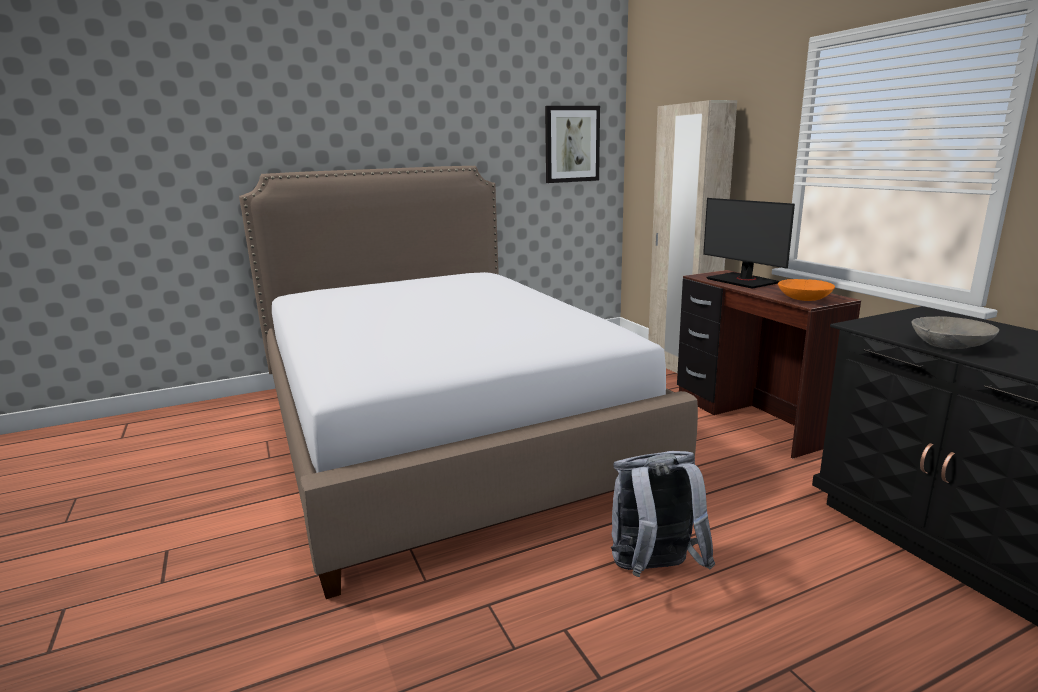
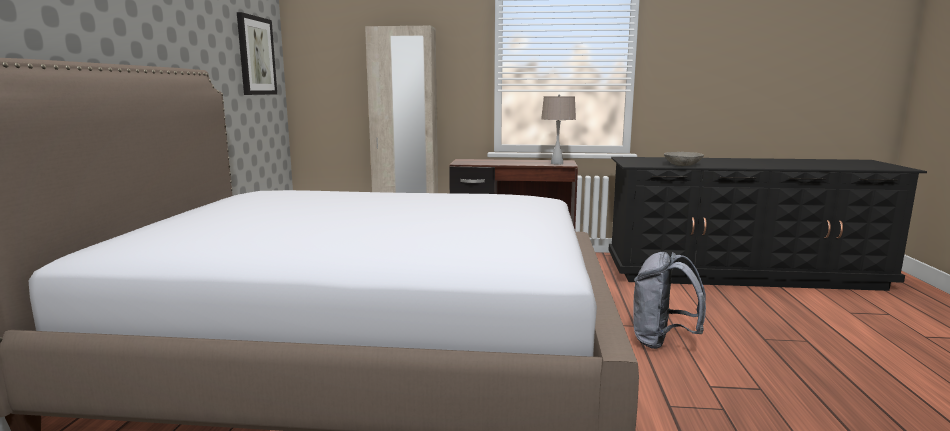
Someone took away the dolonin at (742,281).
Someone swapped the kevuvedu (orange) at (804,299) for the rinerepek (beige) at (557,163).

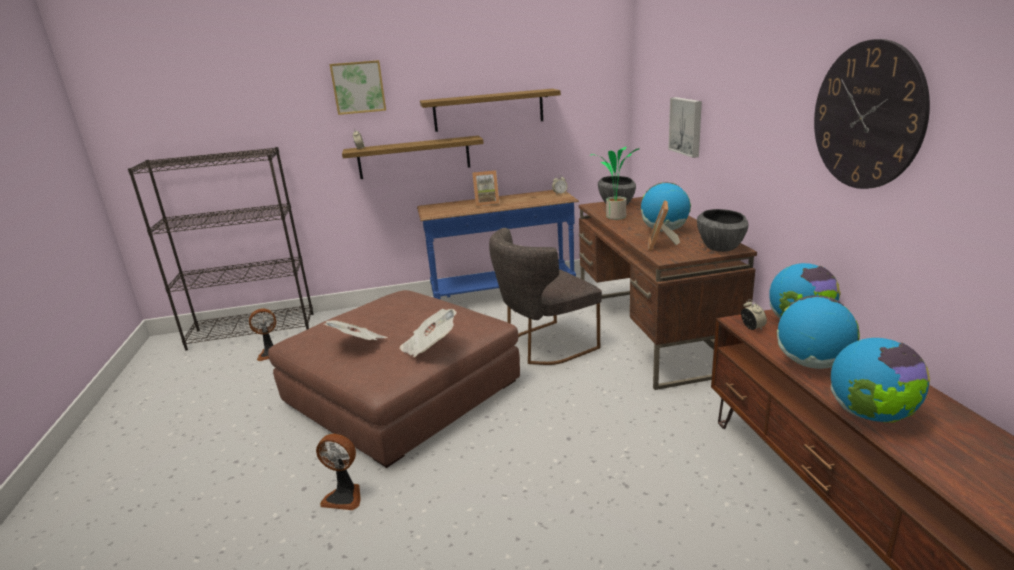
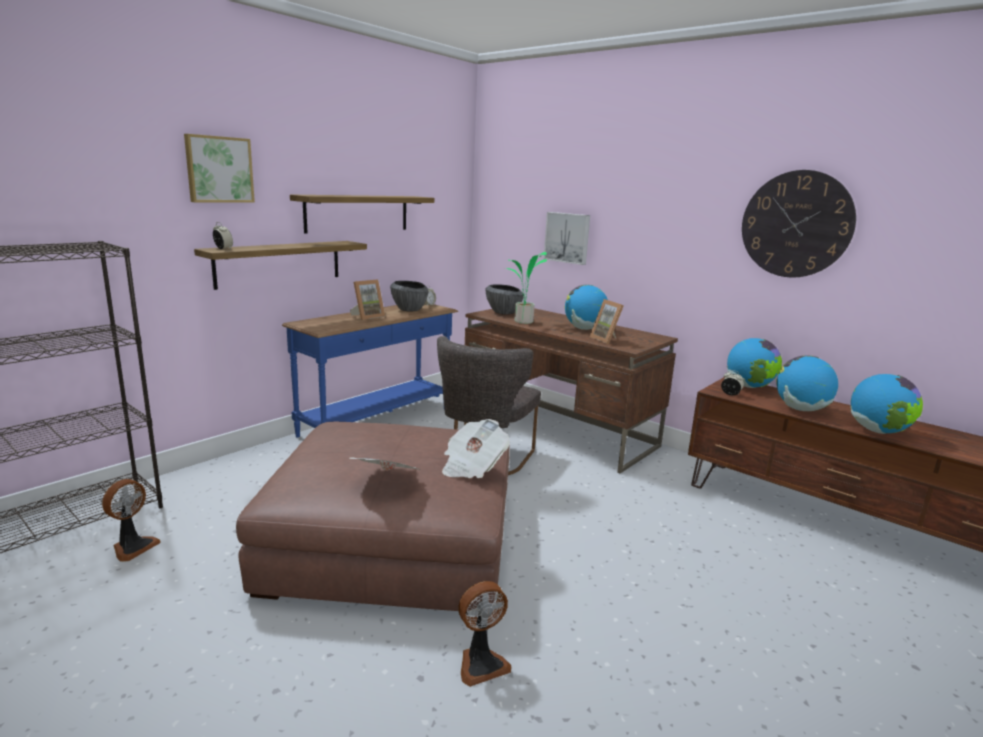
Someone carried the kevuvedu from (720,248) to (409,310).

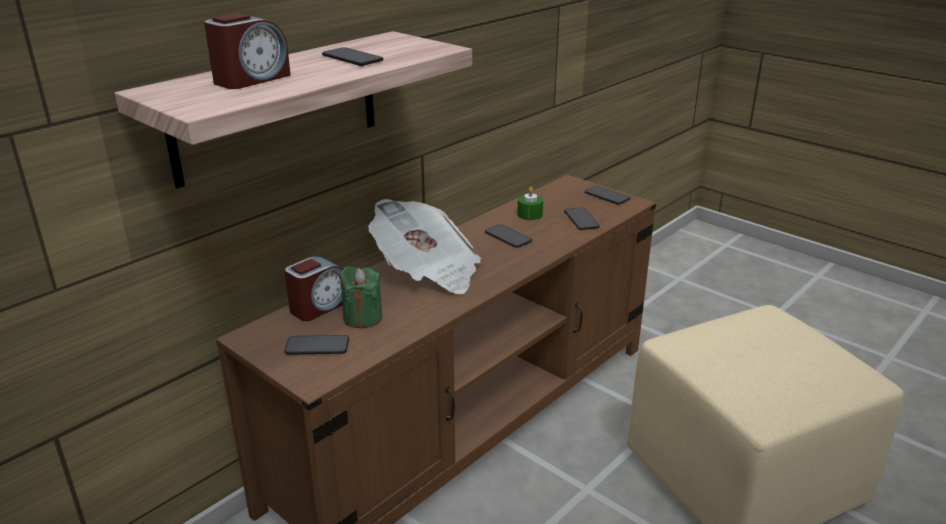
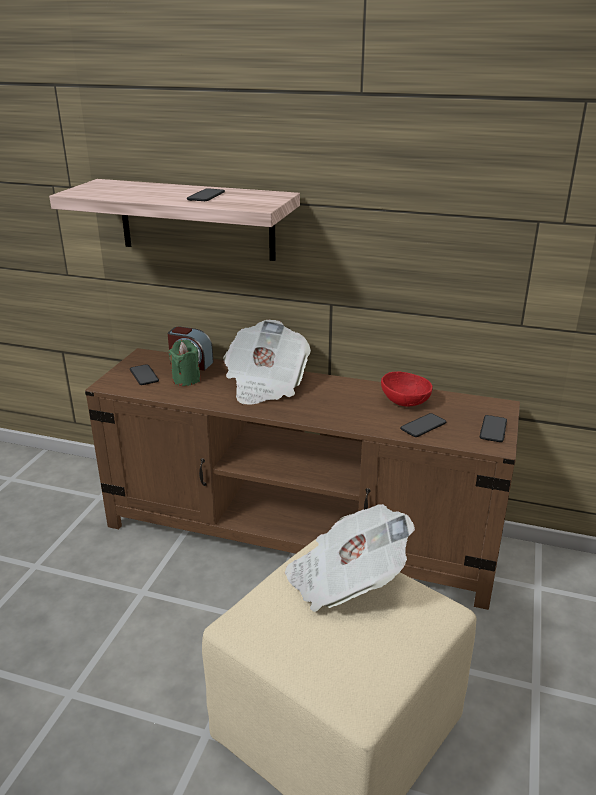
Someone took away the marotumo at (251,79).
Someone took away the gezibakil at (508,237).
Someone put down the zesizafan at (345,580).
Someone swapped the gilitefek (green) at (530,214) for the kevuvedu (red) at (405,401).

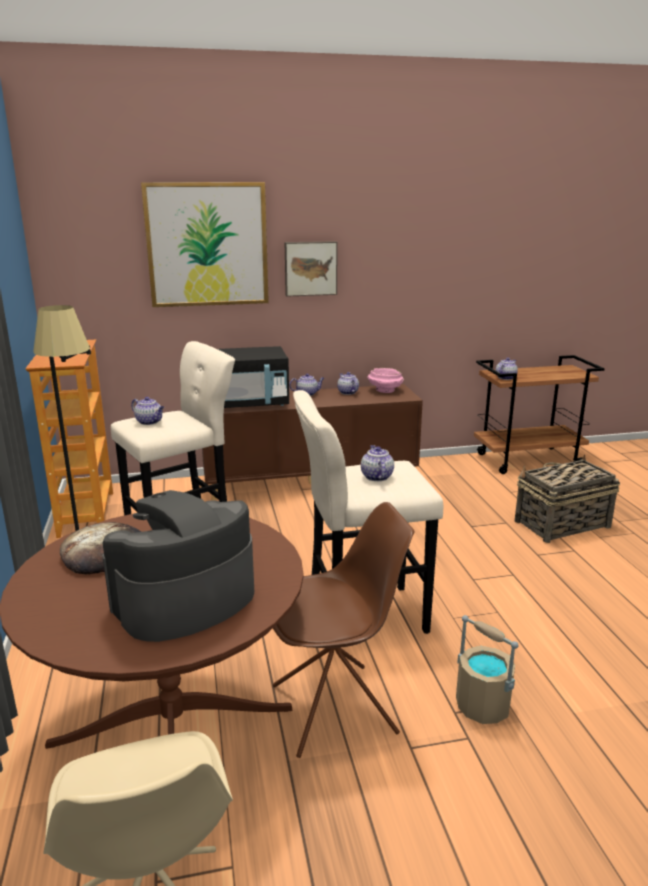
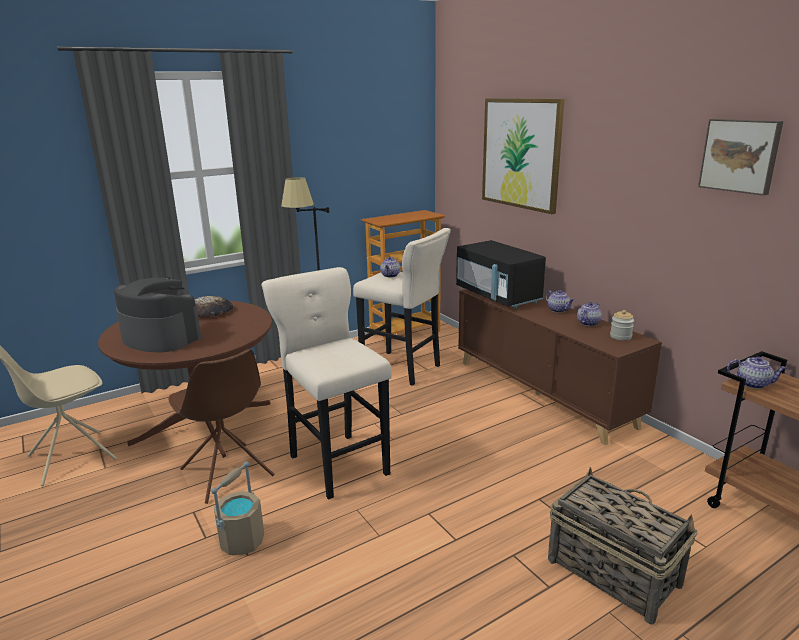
Someone took away the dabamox at (376,476).
Someone carried the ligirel from (310,268) to (740,155).
Someone swapped the kevuvedu (pink) at (384,390) for the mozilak at (620,336).

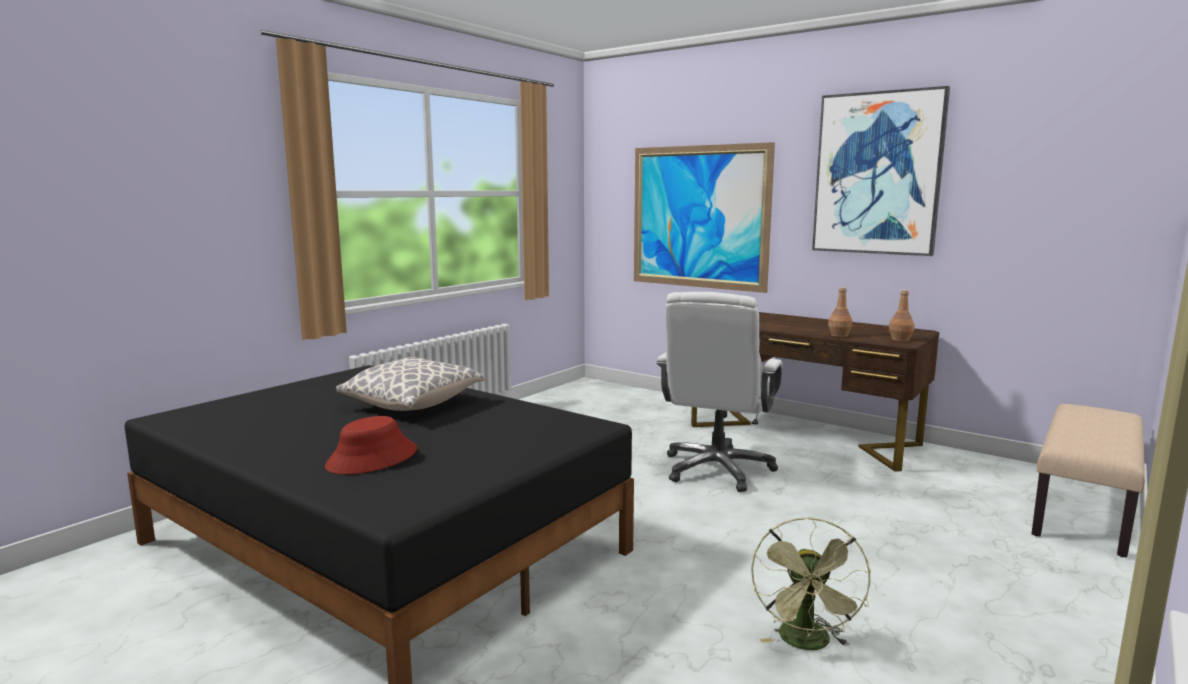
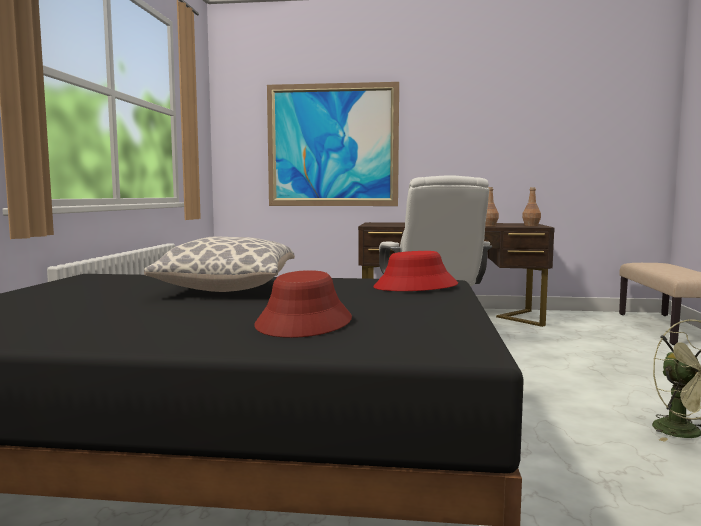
Someone took away the ligirel at (877,174).
Someone put down the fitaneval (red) at (415,287).

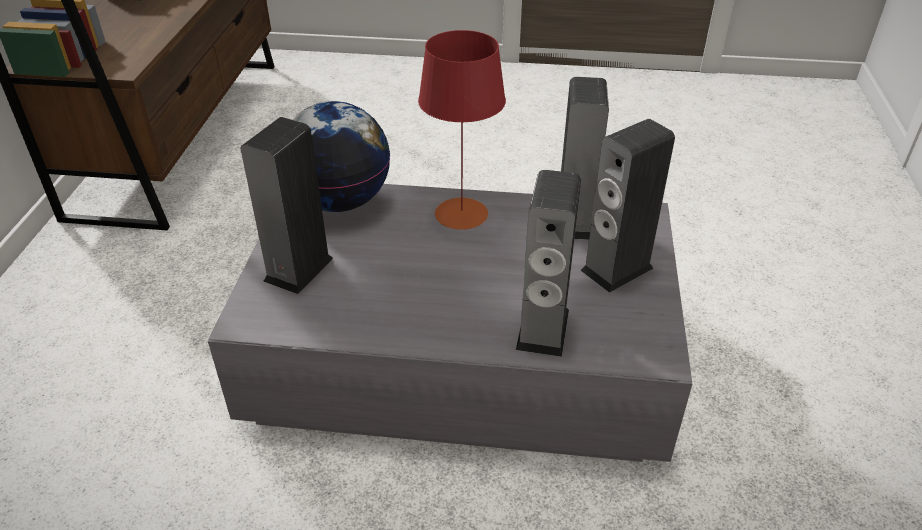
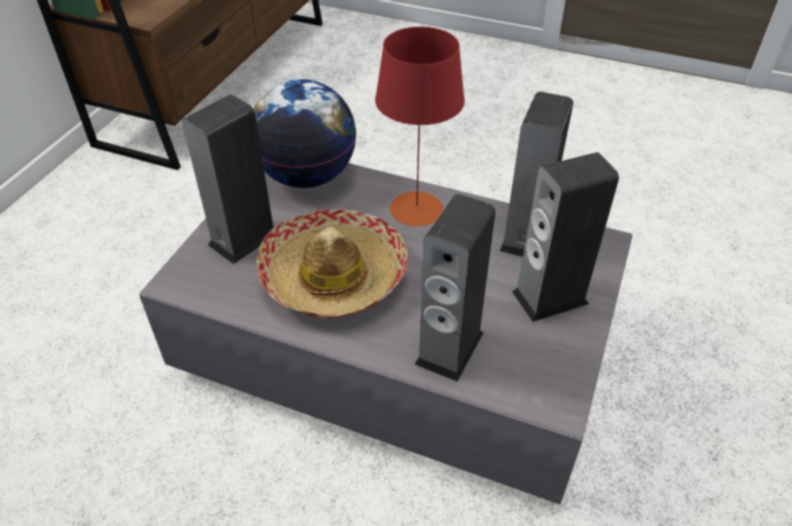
Someone put down the fitaneval at (334,275).

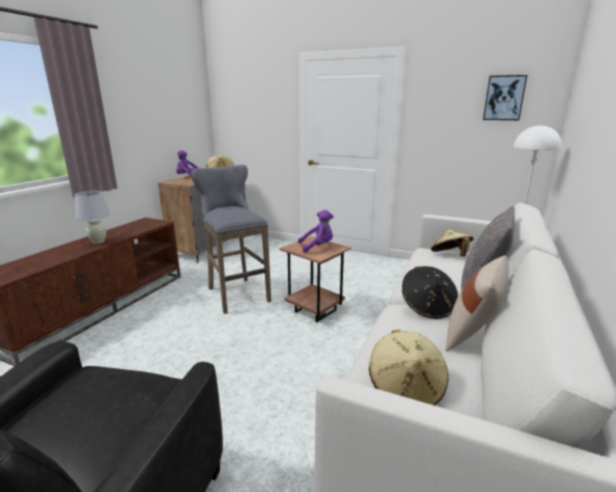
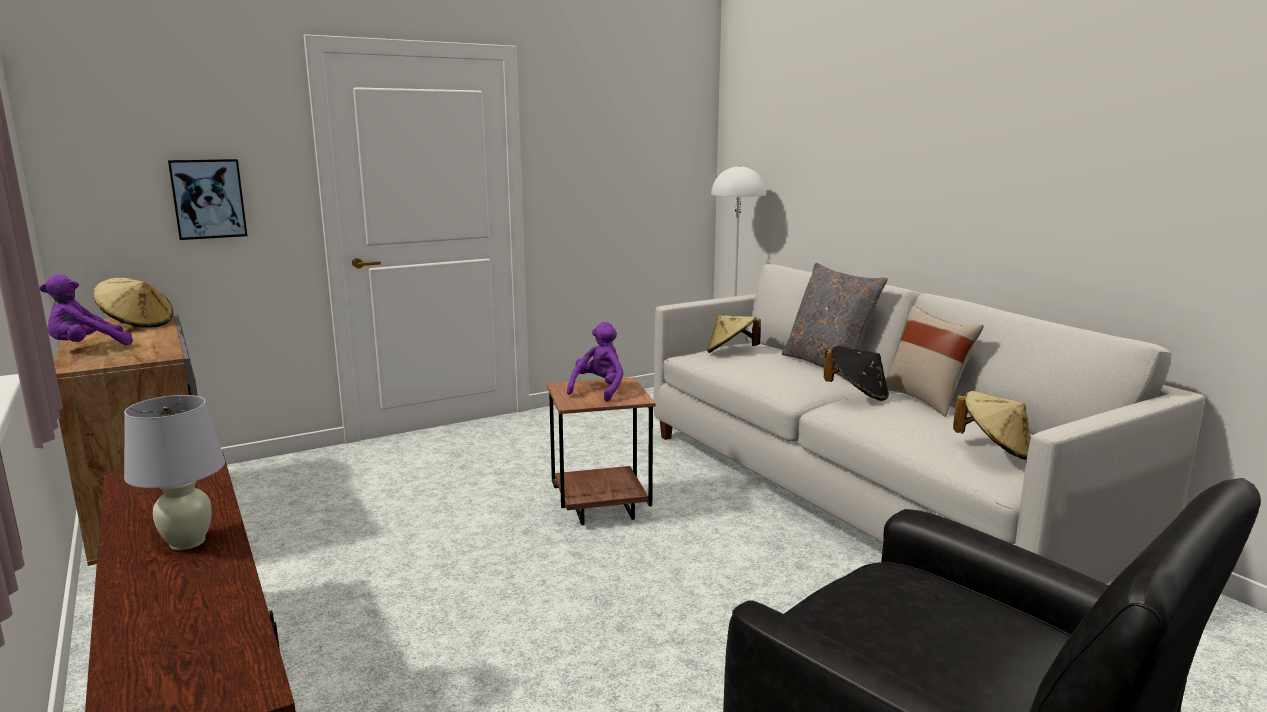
Someone took away the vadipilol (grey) at (236,293).
Someone carried the ligirel from (504,98) to (208,199).

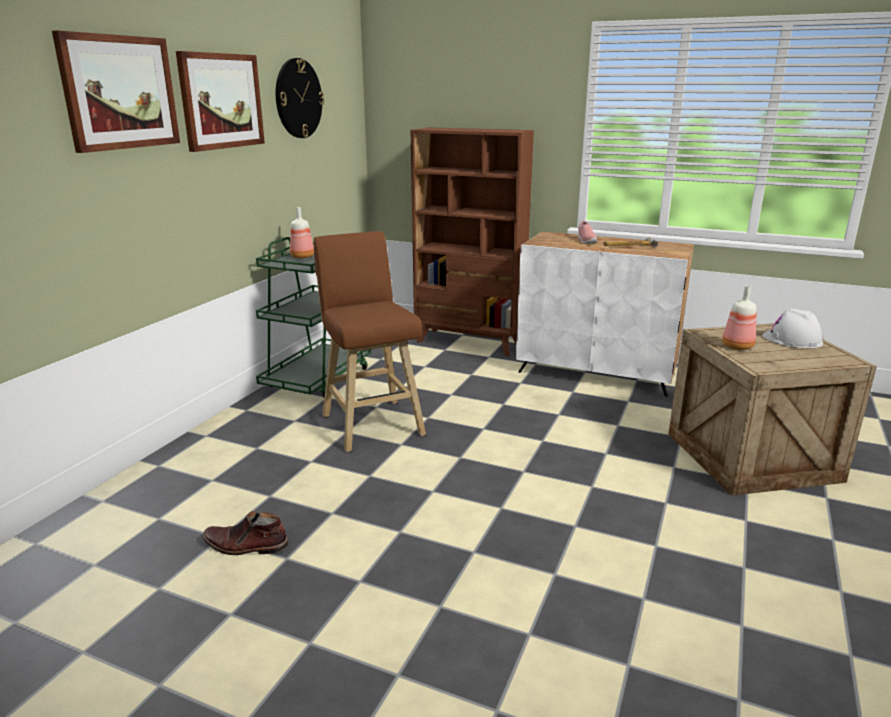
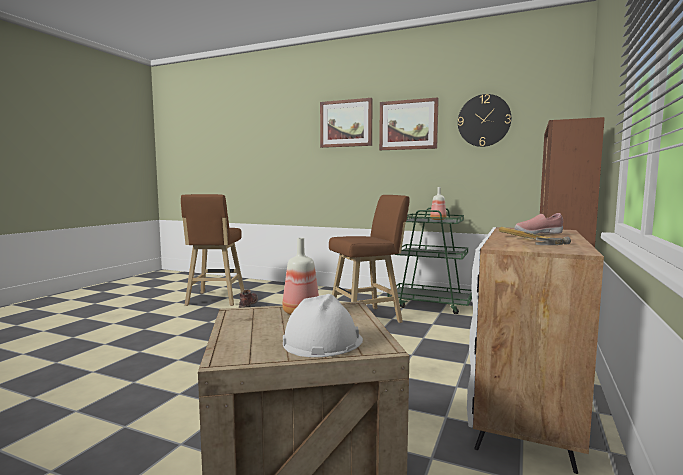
Someone put down the vadipilol (brown) at (215,300).

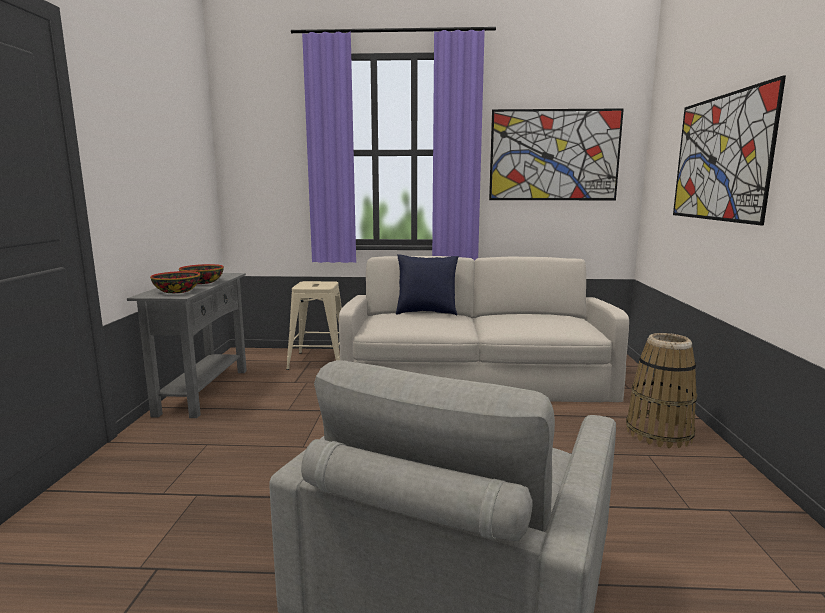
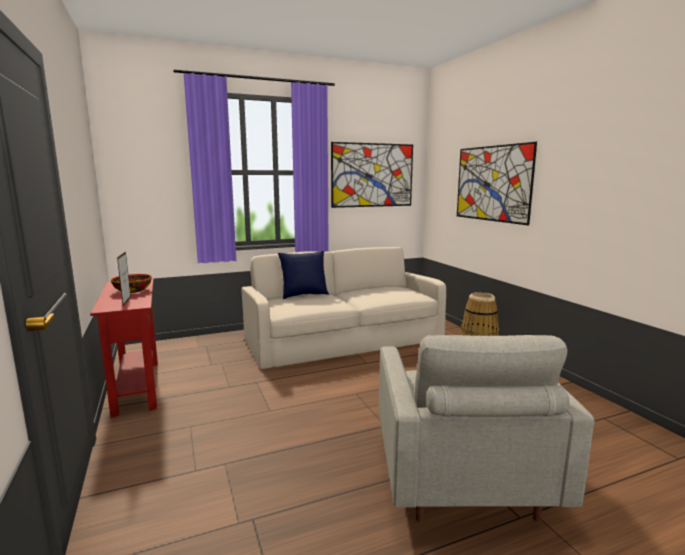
Someone took away the vadipilol (beige) at (319,361).
Someone swapped the kevuvedu at (177,291) for the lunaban at (127,301).
Someone repainted the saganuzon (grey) at (203,391), which became the saganuzon (red) at (137,386).

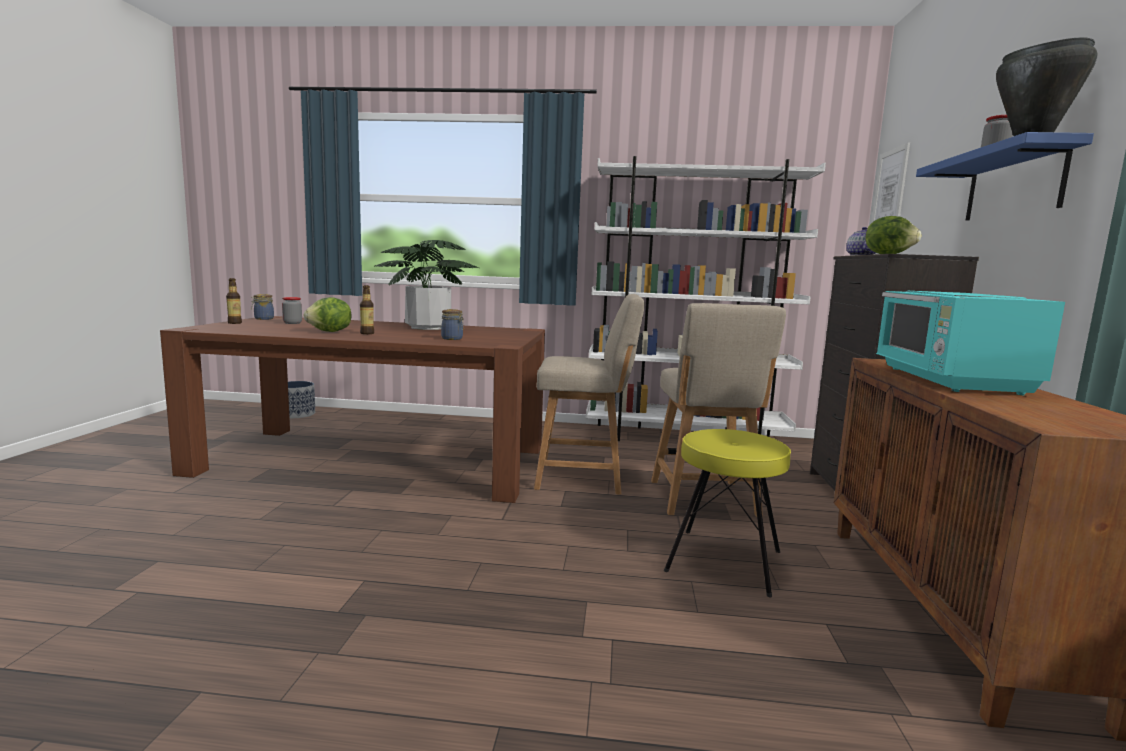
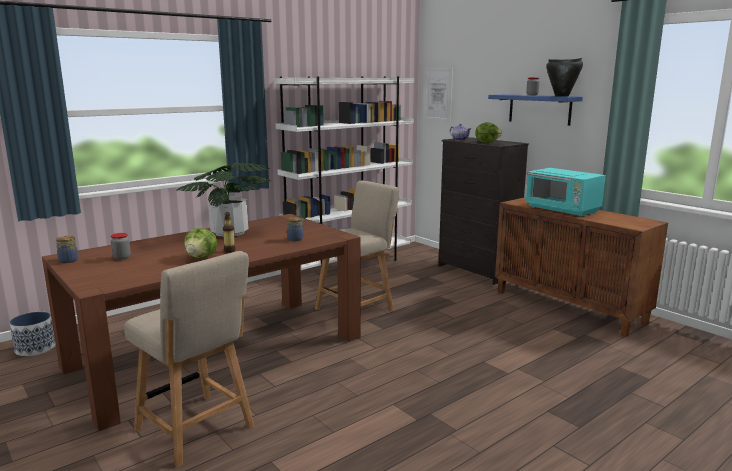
Someone took away the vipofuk at (234,323).
Someone took away the vadipilol (yellow) at (725,561).
Someone carried the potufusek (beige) from (704,500) to (197,430).

